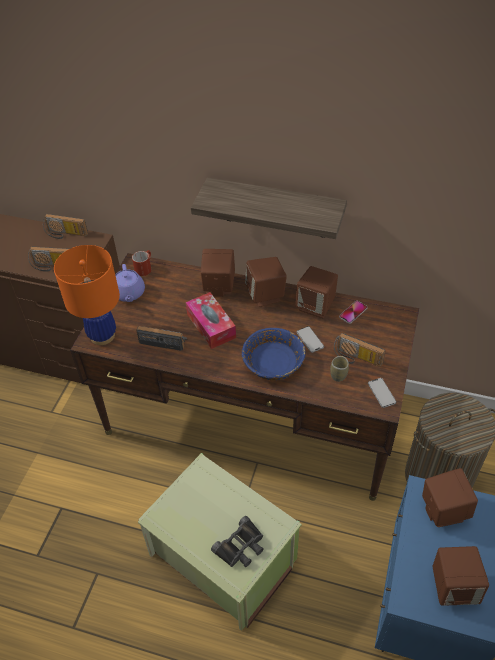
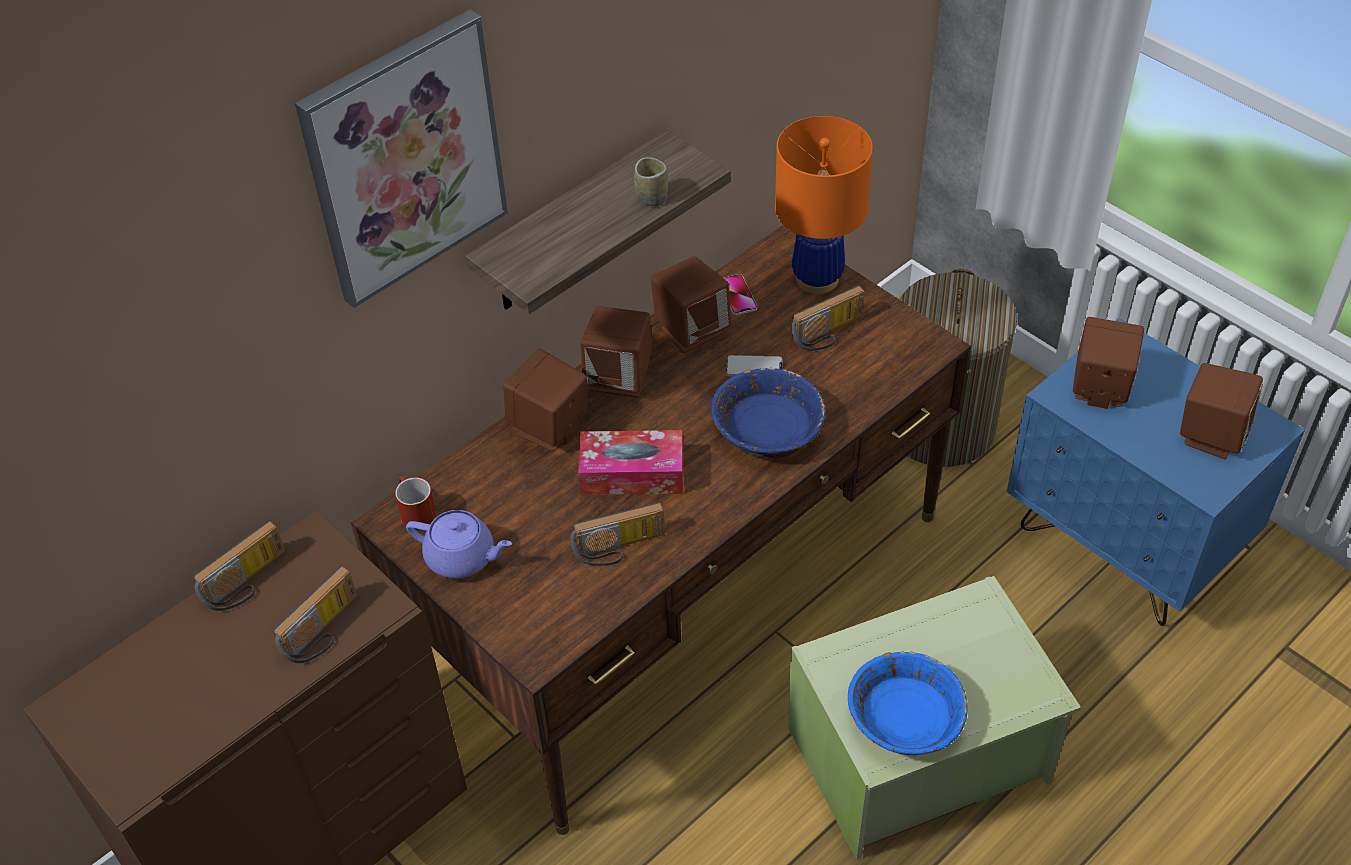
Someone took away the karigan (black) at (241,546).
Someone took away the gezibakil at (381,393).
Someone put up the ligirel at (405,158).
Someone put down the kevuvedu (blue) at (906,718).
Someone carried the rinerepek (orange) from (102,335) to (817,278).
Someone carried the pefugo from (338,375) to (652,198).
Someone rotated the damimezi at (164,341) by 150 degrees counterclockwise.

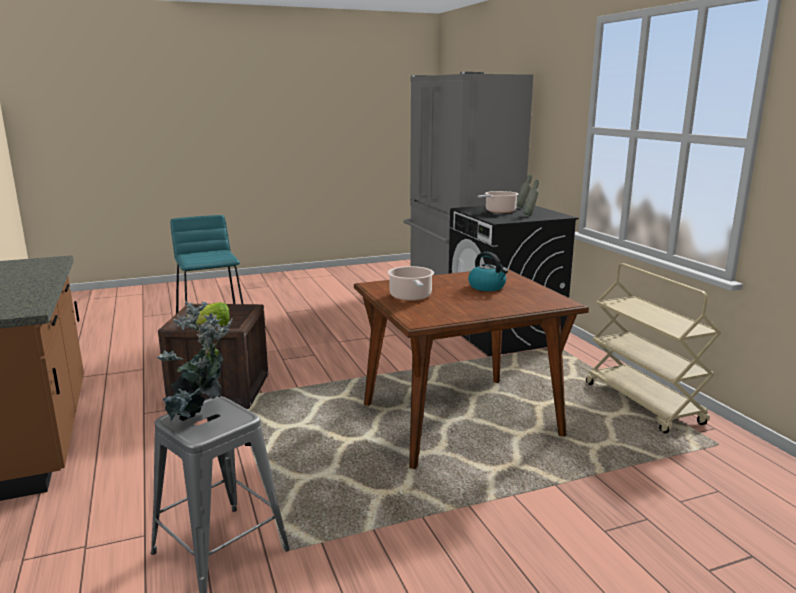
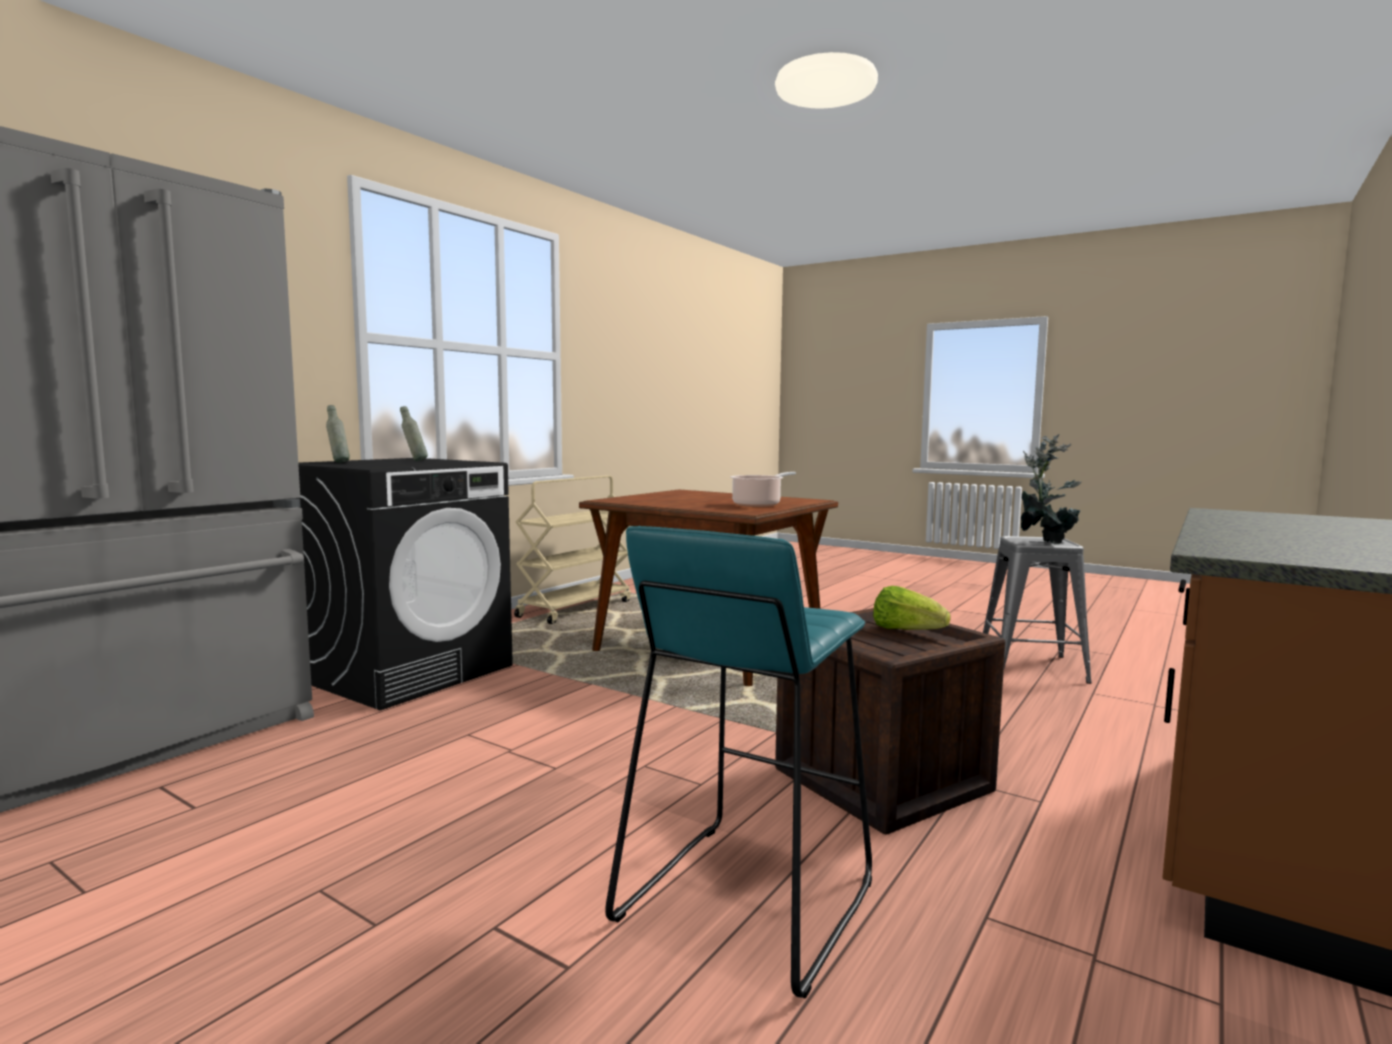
Someone took away the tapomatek at (487,287).
Someone took away the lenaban at (499,211).

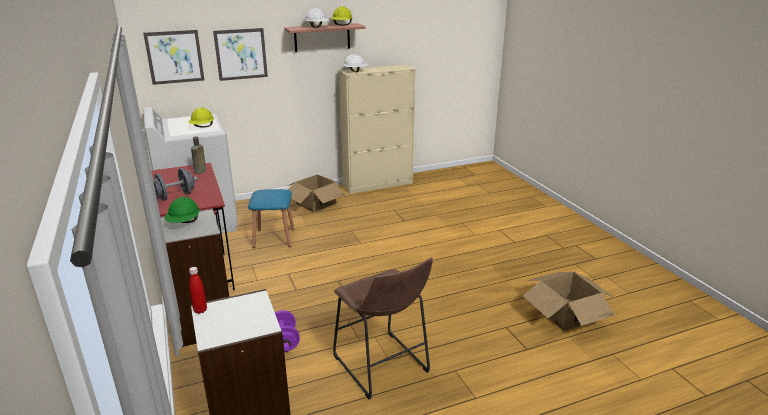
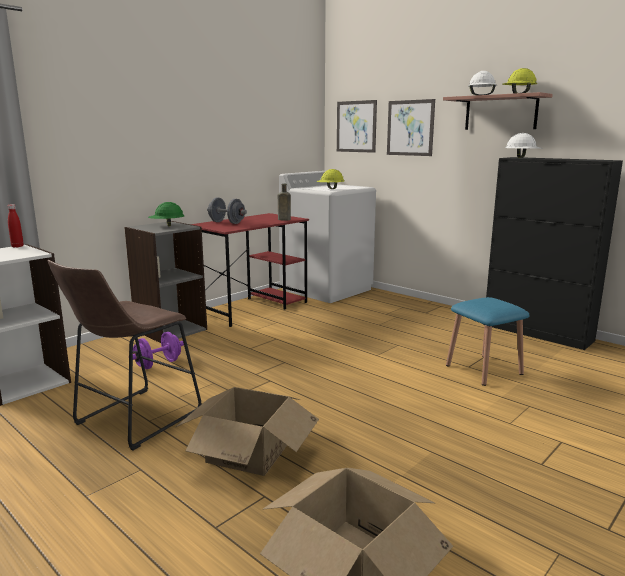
Someone carried the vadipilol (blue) from (274,238) to (483,369).
Someone carried the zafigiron from (316,203) to (249,451).
Someone repainted the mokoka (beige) at (378,184), which became the mokoka (black) at (537,333).

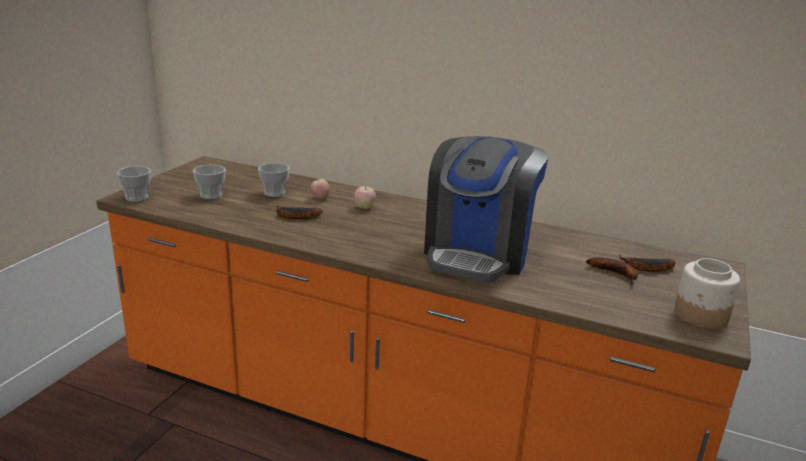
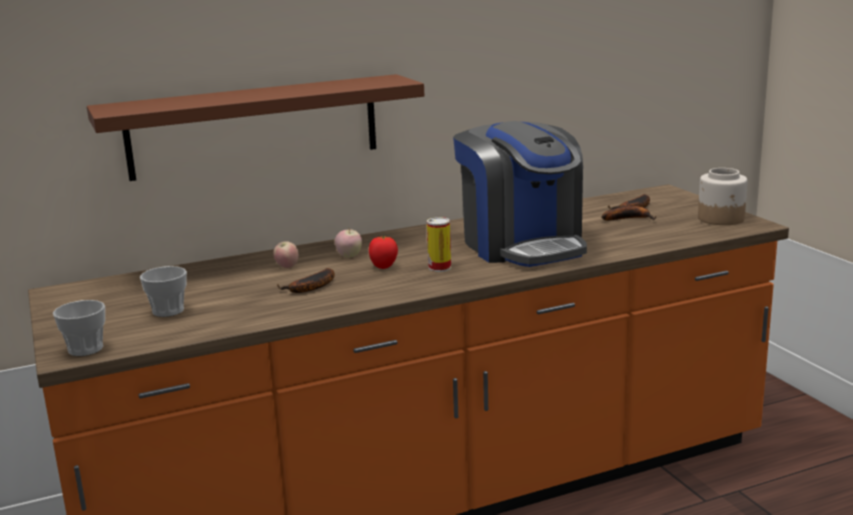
Someone took away the pefugo at (274,193).
Someone put up the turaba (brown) at (254,126).
Someone put down the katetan at (383,267).
Someone put down the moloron at (439,268).

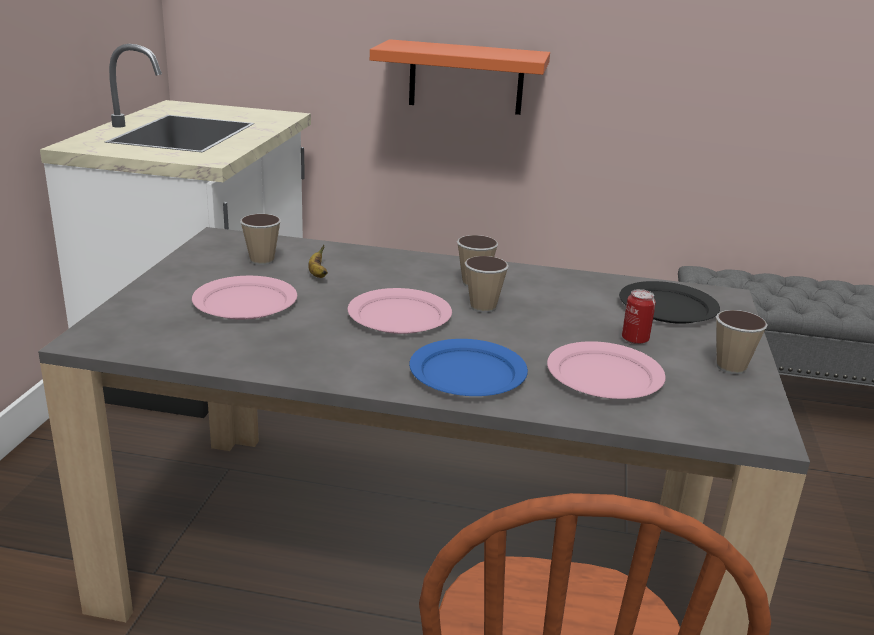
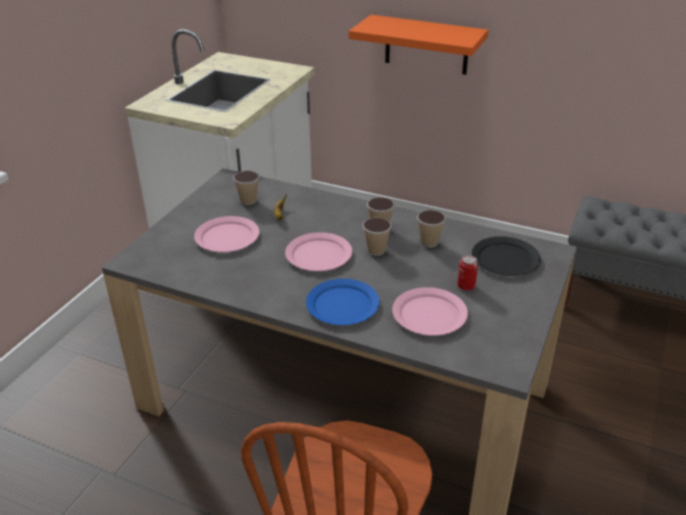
Someone carried the pefugo from (731,367) to (429,243).

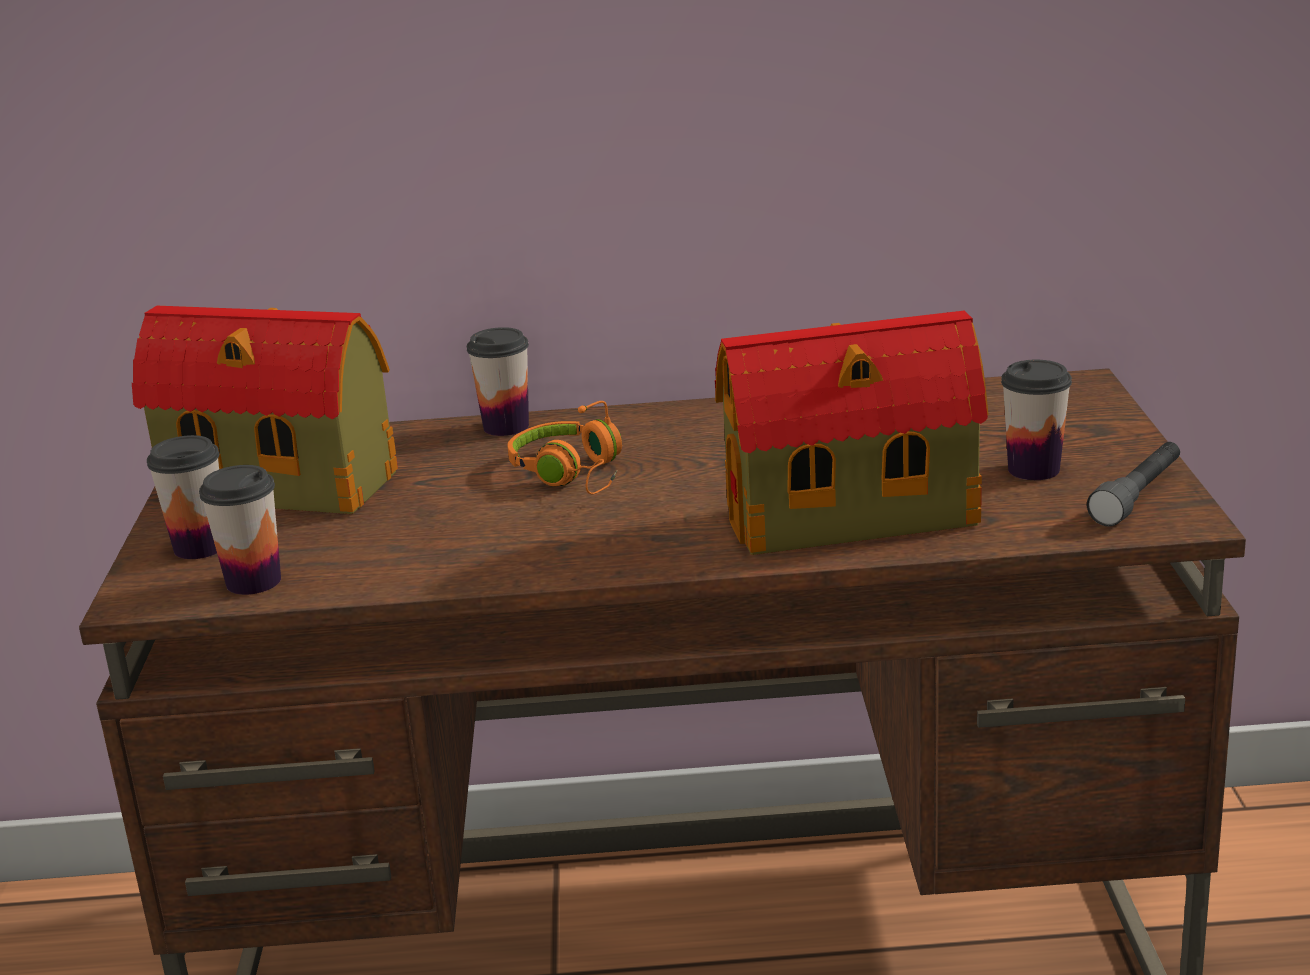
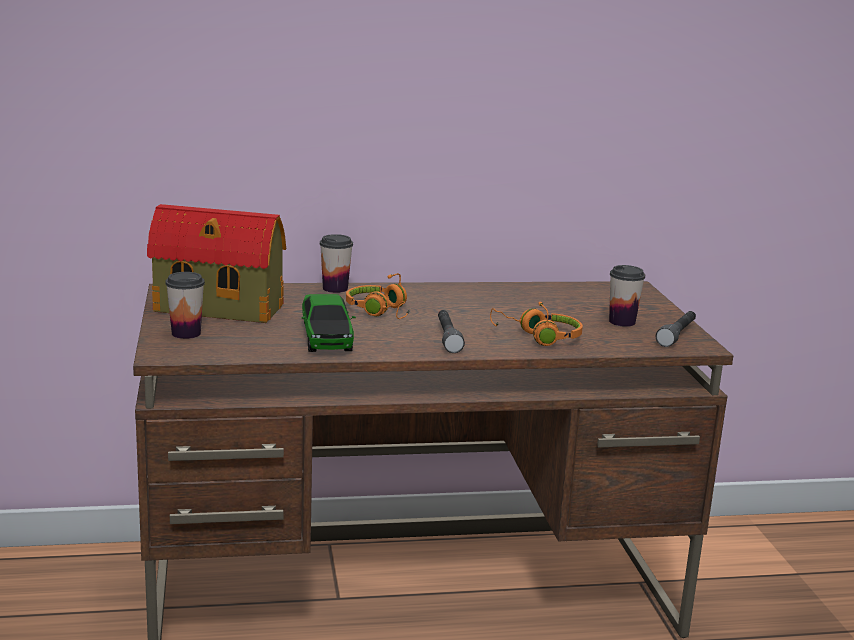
Someone took away the pefugo at (253,582).
Someone put down the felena at (326,336).
Someone put down the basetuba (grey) at (447,338).
Someone swapped the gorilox at (857,517) for the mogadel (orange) at (538,337).

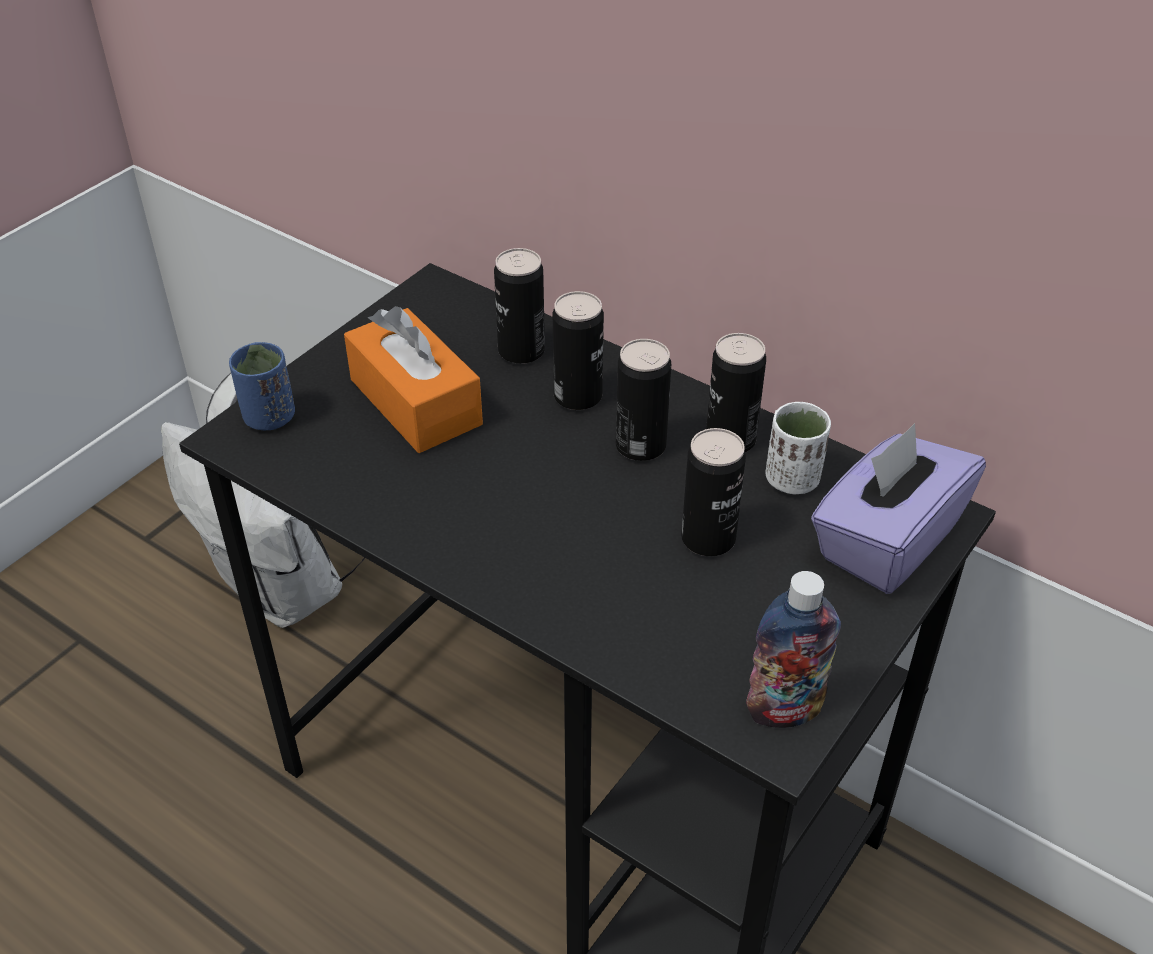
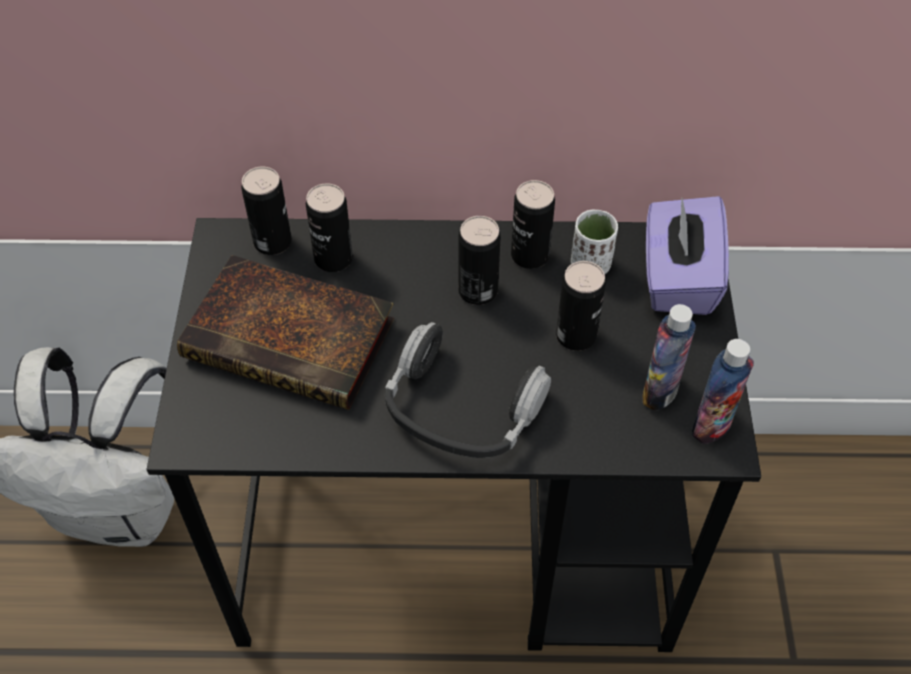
Someone took away the pefugo (blue) at (269,417).
Someone put down the mogadel at (461,408).
Someone put down the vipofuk at (660,392).
Someone carried the moloron from (578,396) to (272,242).
Someone swapped the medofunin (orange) at (415,402) for the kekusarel at (295,339).

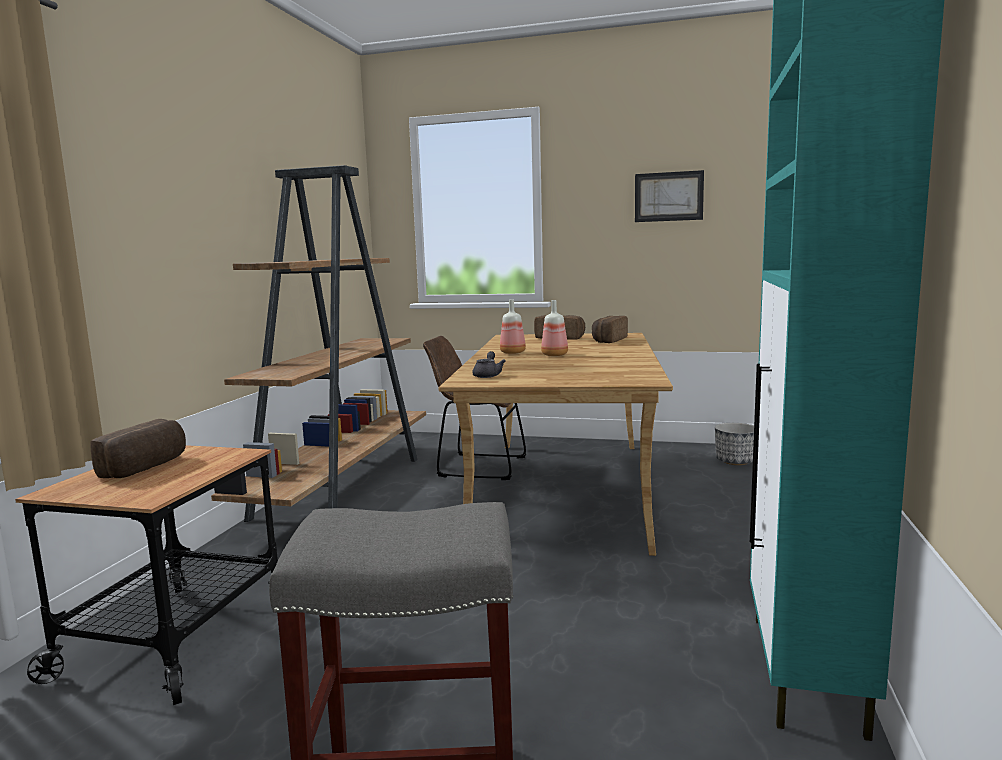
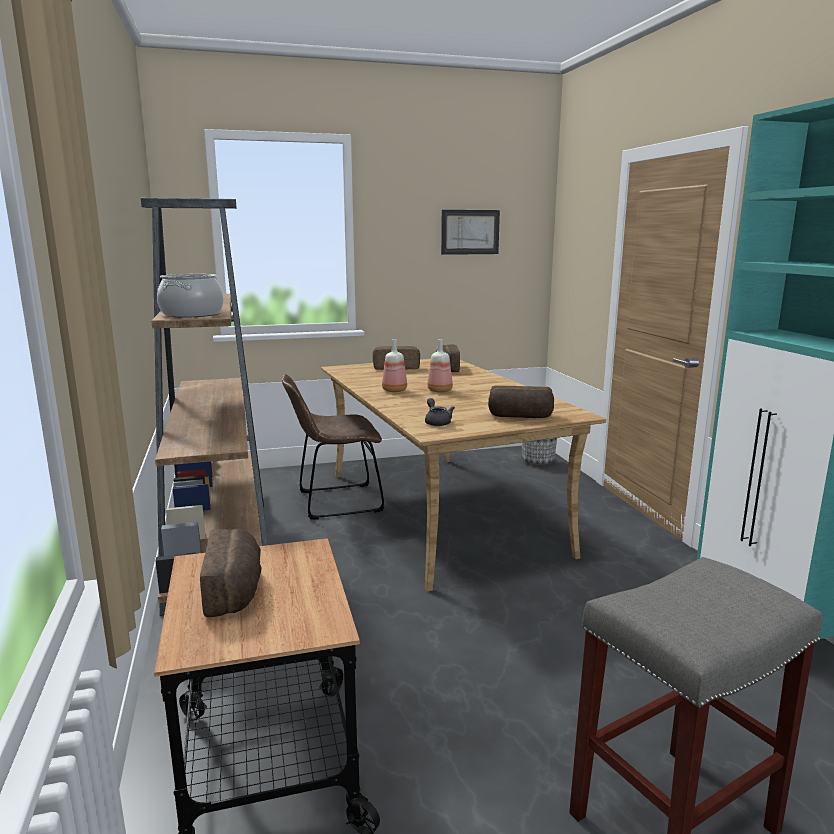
Someone put down the lenaban at (191,314).
Someone put down the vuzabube at (520,417).

